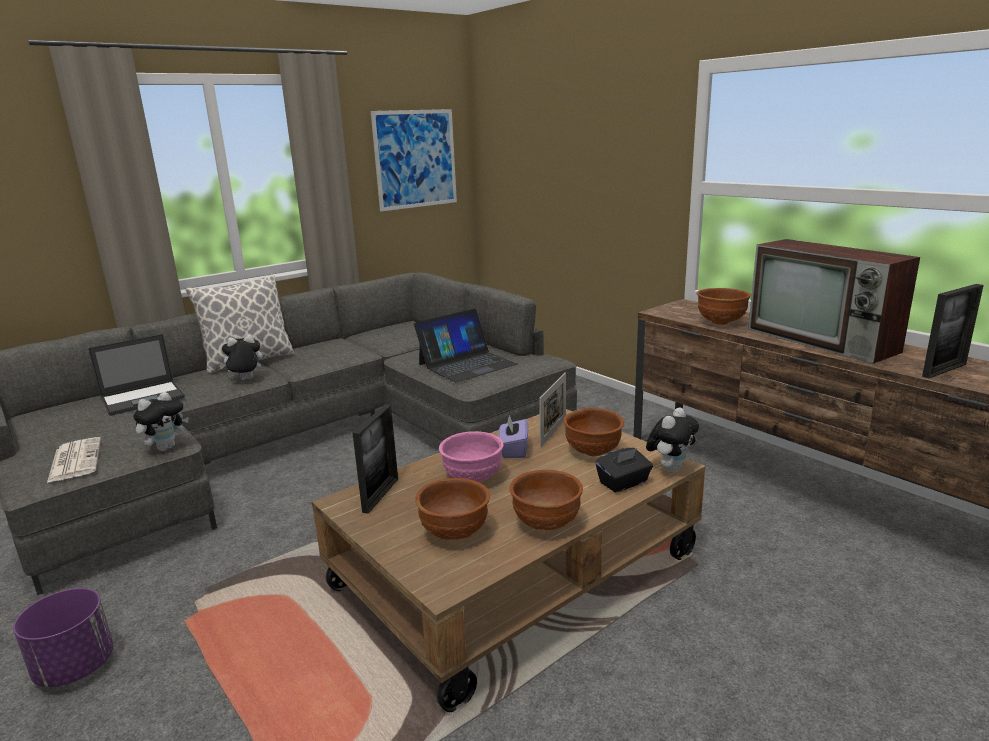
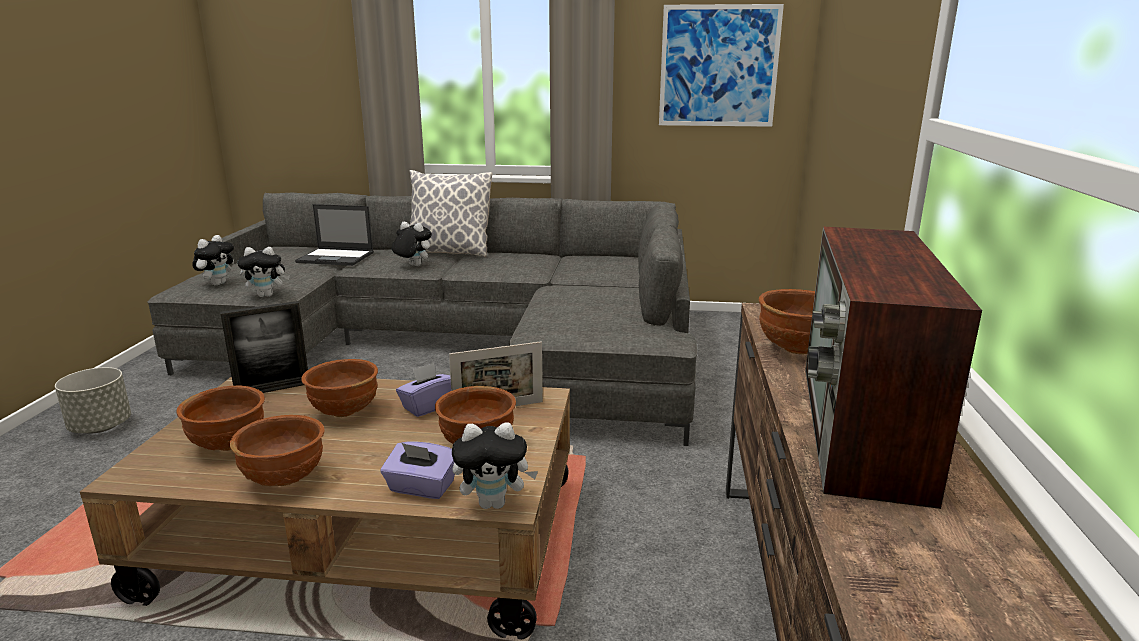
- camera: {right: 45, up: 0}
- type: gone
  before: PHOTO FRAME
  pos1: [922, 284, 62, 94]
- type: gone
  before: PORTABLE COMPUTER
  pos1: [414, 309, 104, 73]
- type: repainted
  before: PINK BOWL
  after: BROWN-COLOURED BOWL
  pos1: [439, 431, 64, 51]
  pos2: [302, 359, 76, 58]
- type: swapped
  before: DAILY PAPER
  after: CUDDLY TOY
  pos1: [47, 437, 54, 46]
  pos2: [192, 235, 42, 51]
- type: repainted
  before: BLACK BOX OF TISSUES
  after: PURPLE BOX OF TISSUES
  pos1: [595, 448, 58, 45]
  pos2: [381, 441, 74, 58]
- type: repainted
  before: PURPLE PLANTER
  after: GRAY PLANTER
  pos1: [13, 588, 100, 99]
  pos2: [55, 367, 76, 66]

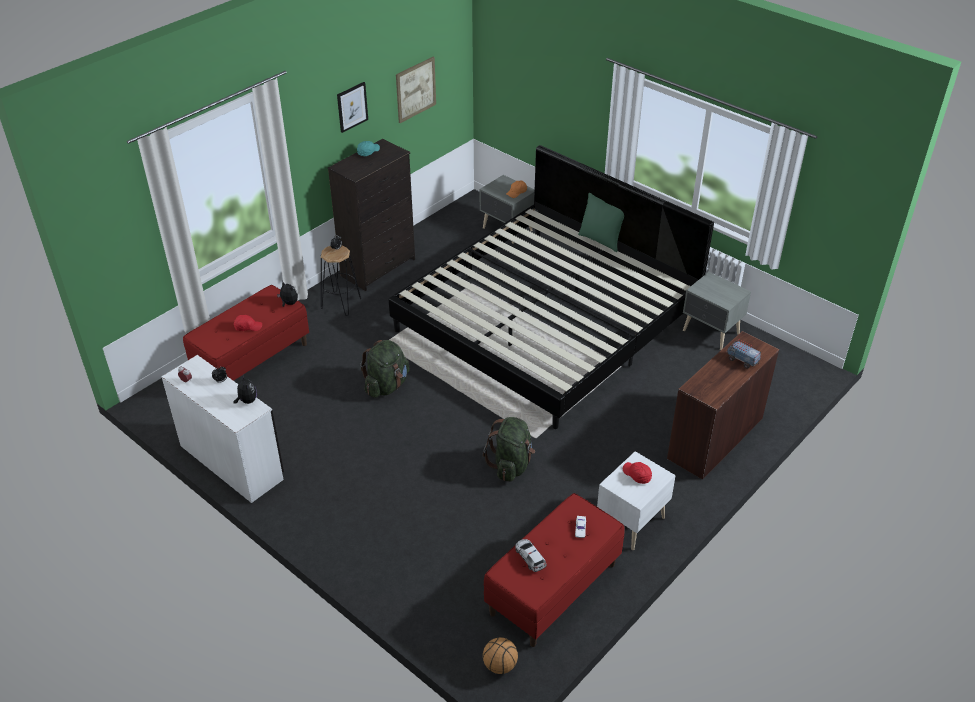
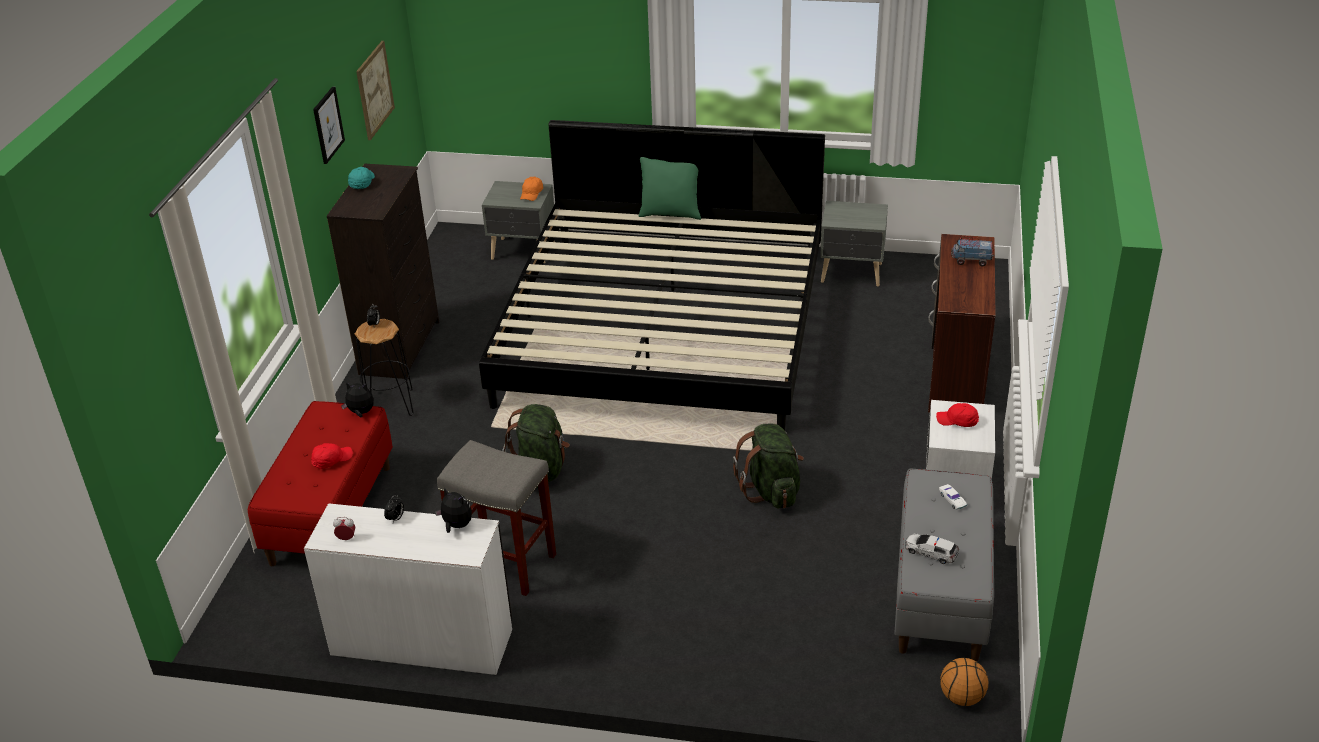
- camera: {right: -30, up: -5}
- type: repainted
  before: RED INDOOR BENCH
  after: GRAY INDOOR BENCH
  pos1: [484, 493, 141, 154]
  pos2: [894, 469, 100, 192]
- type: new
  after: GRAY STOOL
  pos2: [437, 440, 119, 156]

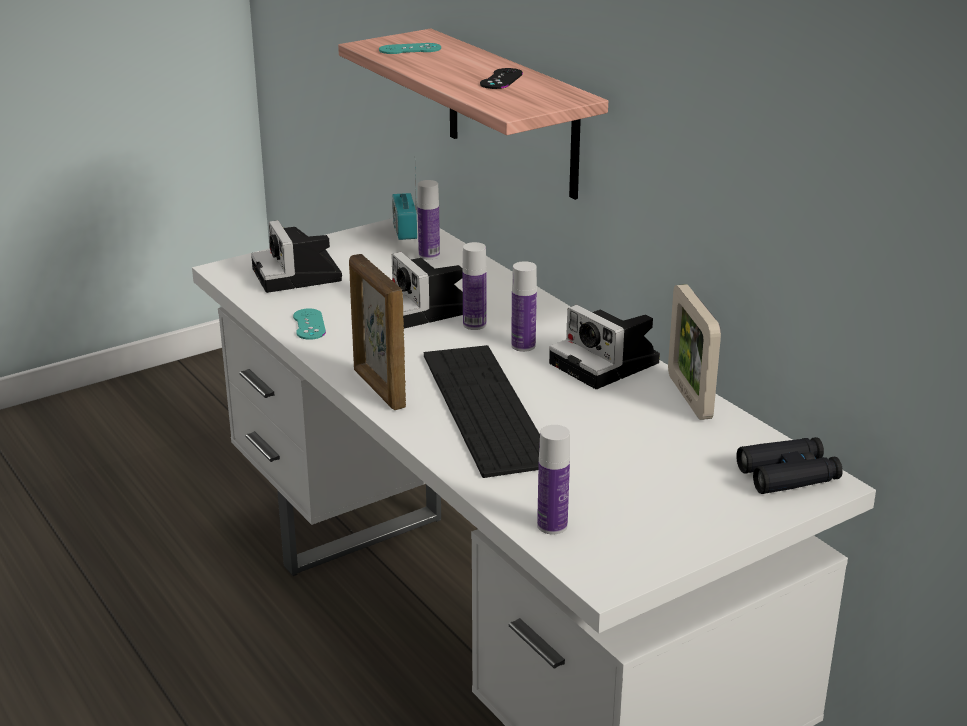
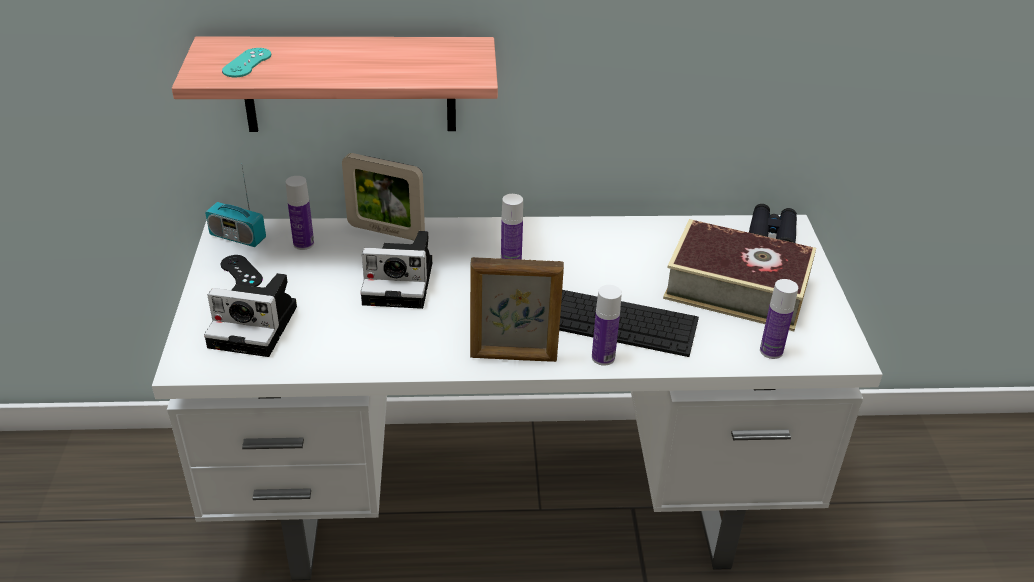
- camera: {right: -60, up: 10}
- type: shifted
  before: BLACK JOYPAD
  pos1: [480, 68, 43, 21]
  pos2: [221, 255, 42, 32]
- type: shifted
  before: DRINK BOTTLE
  pos1: [462, 242, 25, 88]
  pos2: [592, 285, 30, 81]
- type: shifted
  before: PHOTO FRAME
  pos1: [668, 284, 53, 136]
  pos2: [342, 153, 83, 88]
- type: gone
  before: STILL CAMERA
  pos1: [549, 305, 111, 84]
- type: gone
  before: BLUE-GREEN JOYPAD
  pos1: [293, 308, 33, 32]
- type: new
  after: VOLUME
  pos2: [663, 219, 153, 112]

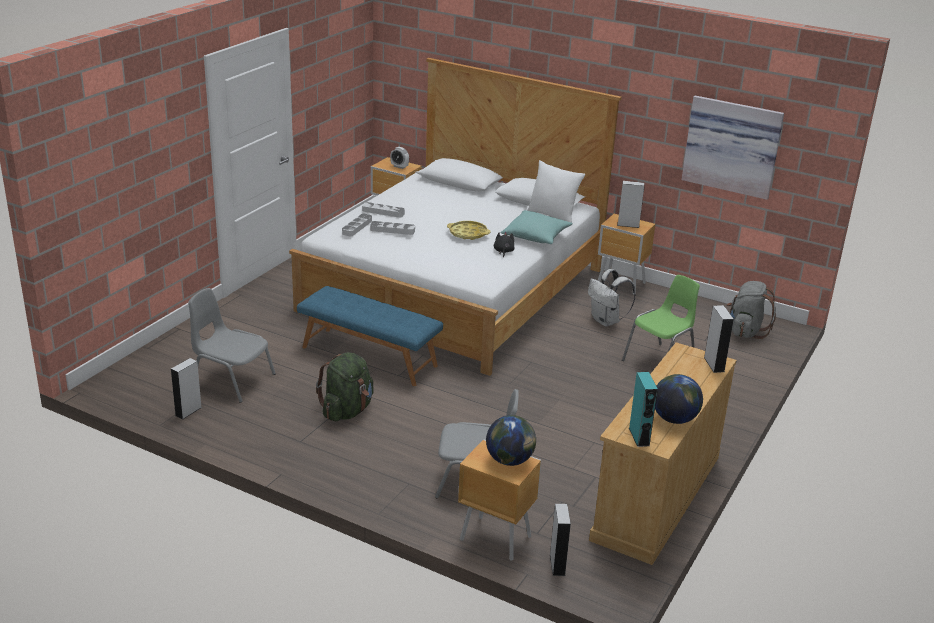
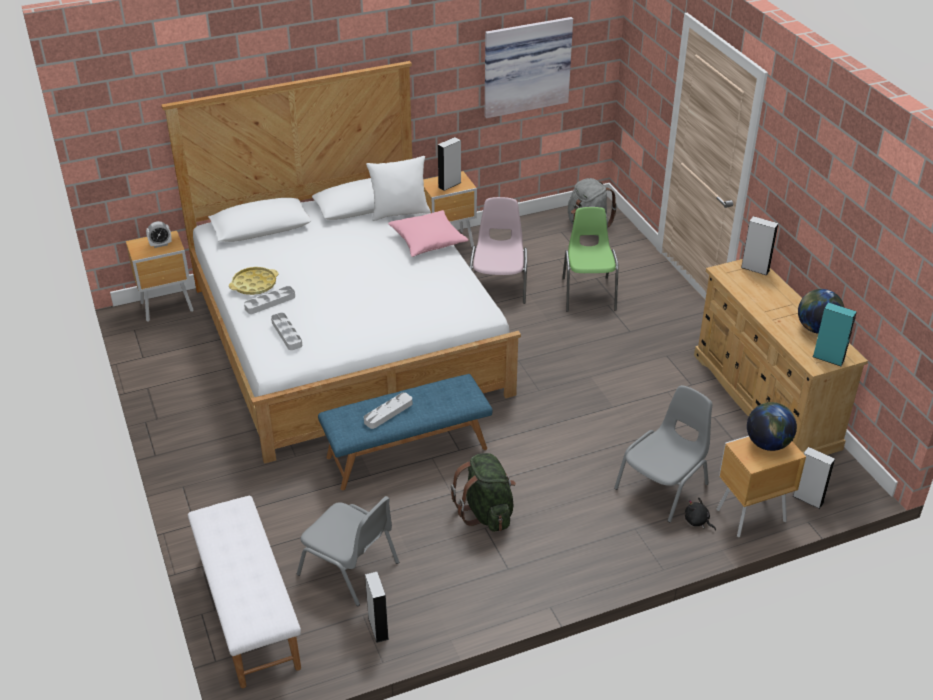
- camera: {right: -50, up: 10}
- type: repainted
  before: BLUE-GREEN THROW PILLOW
  after: PINK THROW PILLOW
  pos1: [500, 210, 73, 34]
  pos2: [388, 210, 80, 47]
- type: shifted
  before: GRAY CARRYING TRAY
  pos1: [370, 221, 45, 14]
  pos2: [364, 392, 48, 37]
- type: shifted
  before: YELLOWISH CARRYING TRAY
  pos1: [447, 221, 44, 19]
  pos2: [229, 267, 50, 28]
- type: shifted
  before: BLACK CUDDLY TOY
  pos1: [494, 232, 21, 26]
  pos2: [685, 497, 31, 34]
- type: swapped
  before: WHITE KNAPSACK
  after: PINK UPRIGHT CHAIR
  pos1: [588, 269, 47, 57]
  pos2: [470, 197, 57, 107]
- type: rotated
  before: GRAY UPRIGHT CHAIR
  pos1: [188, 288, 88, 115]
  pos2: [297, 496, 102, 110]
  turn: -120
- type: new
  after: WHITE INDOOR BENCH
  pos2: [188, 496, 113, 192]

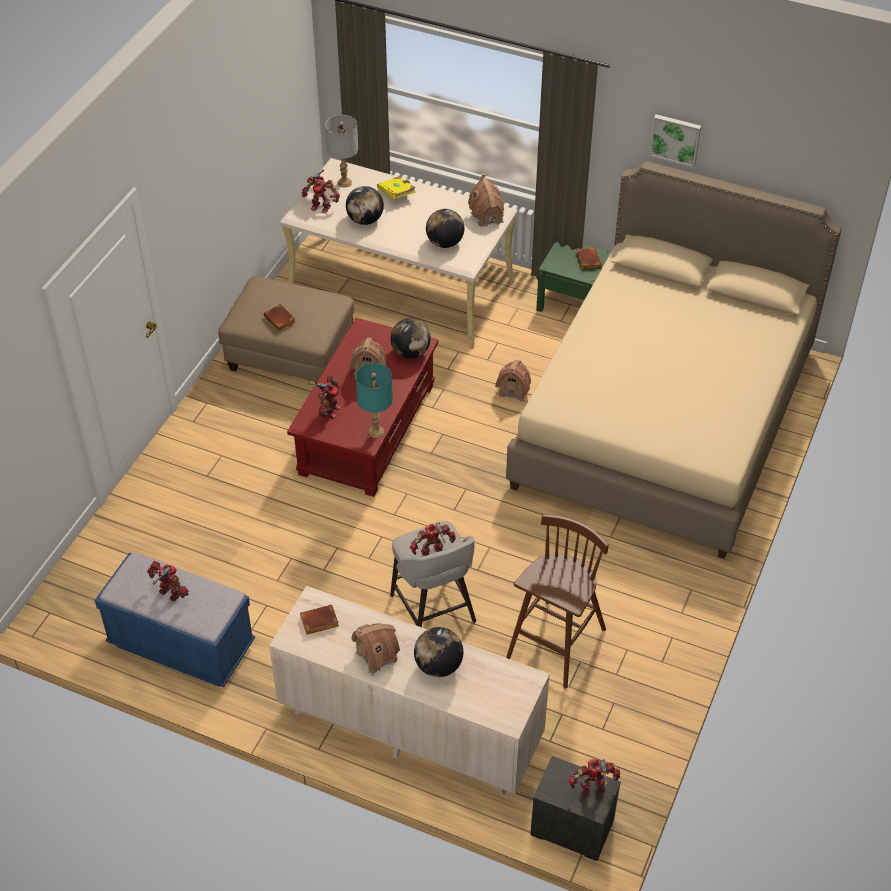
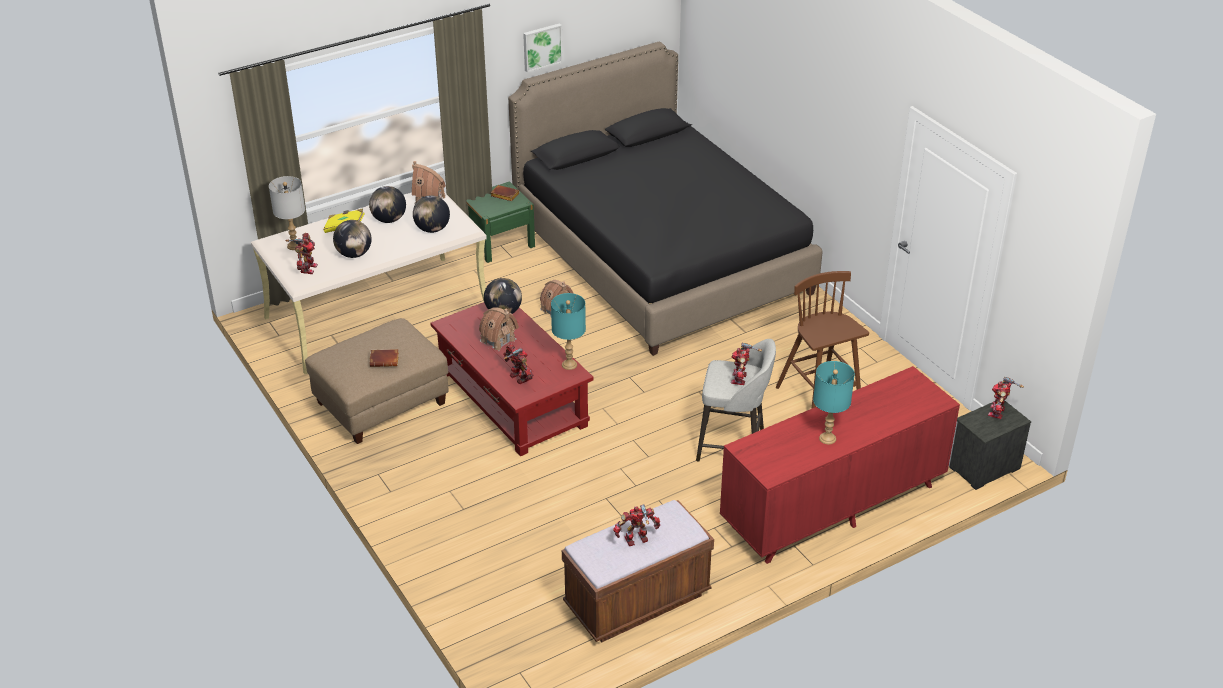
- camera: {right: -55, up: -10}
- type: repainted
  before: SAND-COLOURED SLEEPING BED
  after: BLACK SLEEPING BED
  pos1: [506, 161, 336, 398]
  pos2: [508, 42, 315, 314]
- type: rotated
  before: MODEL ROBOT
  pos1: [302, 169, 38, 44]
  pos2: [285, 233, 33, 41]
  turn: -45
- type: repainted
  before: BLUE-COLOURED INDOOR BENCH
  after: BROWN-COLOURED INDOOR BENCH
  pos1: [95, 552, 160, 135]
  pos2: [562, 500, 152, 142]
- type: repainted
  before: SAND-COLOURED DRESSER
  after: RED DRESSER
  pos1: [269, 586, 281, 209]
  pos2: [720, 366, 240, 198]
- type: gone
  before: BROWN-COLOURED VOLUME
  pos1: [300, 605, 39, 30]
- type: swapped
  before: TOY HOUSE
  after: BLUE-GREEN TABLE LAMP
  pos1: [352, 623, 48, 53]
  pos2: [813, 361, 42, 83]
- type: shifted
  before: DESK GLOBE
  pos1: [414, 627, 49, 50]
  pos2: [369, 186, 37, 37]

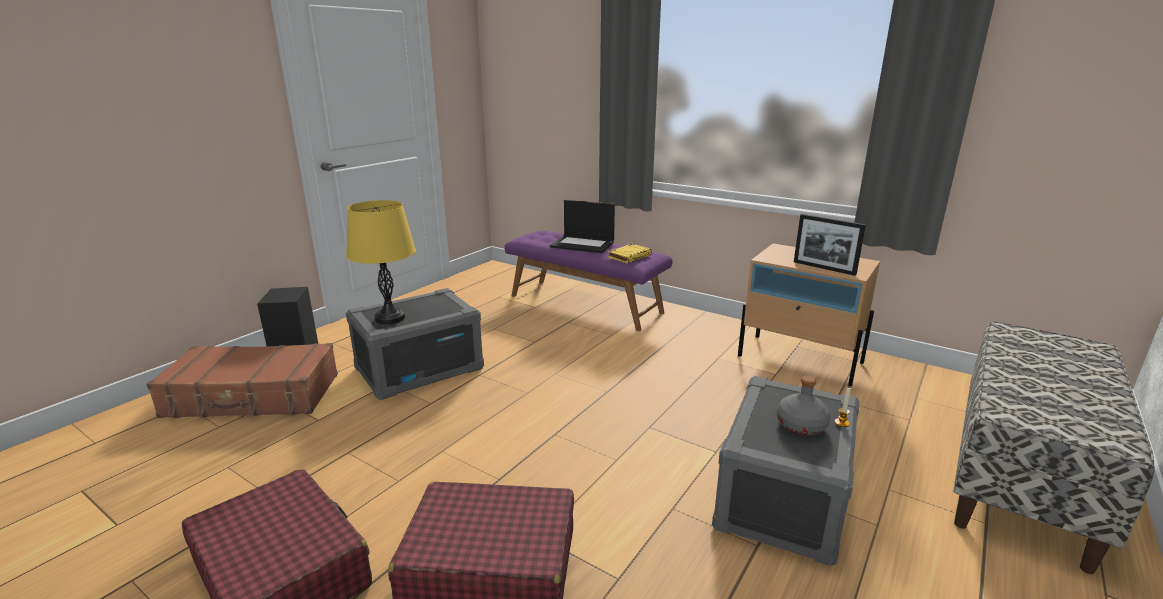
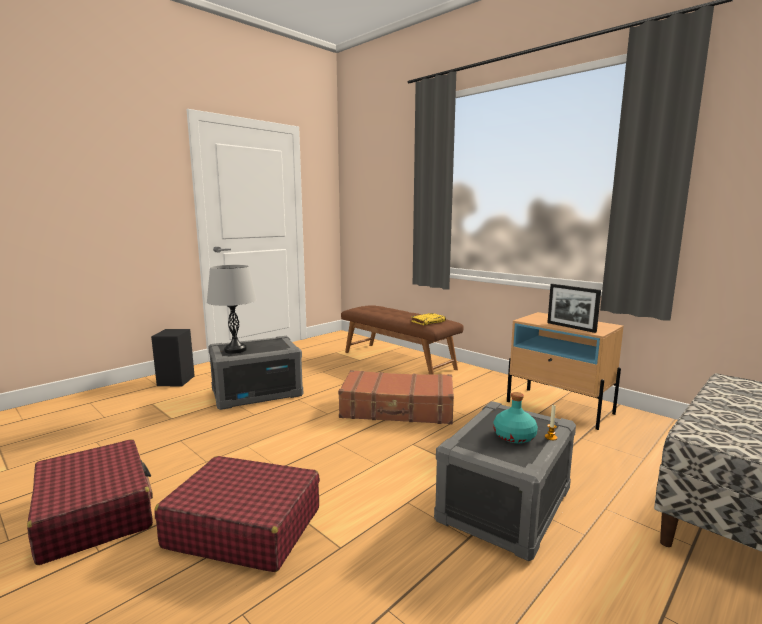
- camera: {right: 10, up: -10}
- type: repainted
  before: YELLOWISH TABLE LAMP
  after: GRAY TABLE LAMP
  pos1: [346, 200, 70, 124]
  pos2: [207, 265, 50, 89]
- type: gone
  before: PORTABLE COMPUTER
  pos1: [550, 200, 65, 53]
- type: repainted
  before: PURPLE INDOOR BENCH
  after: BROWN-COLOURED INDOOR BENCH
  pos1: [504, 231, 168, 100]
  pos2: [341, 305, 123, 69]
- type: shifted
  before: BROWN-COLOURED TRAVEL CASE
  pos1: [146, 343, 192, 75]
  pos2: [338, 370, 116, 54]
- type: repainted
  before: GRAY DRINK BOTTLE
  after: BLUE-GREEN DRINK BOTTLE
  pos1: [777, 376, 53, 59]
  pos2: [493, 392, 45, 51]

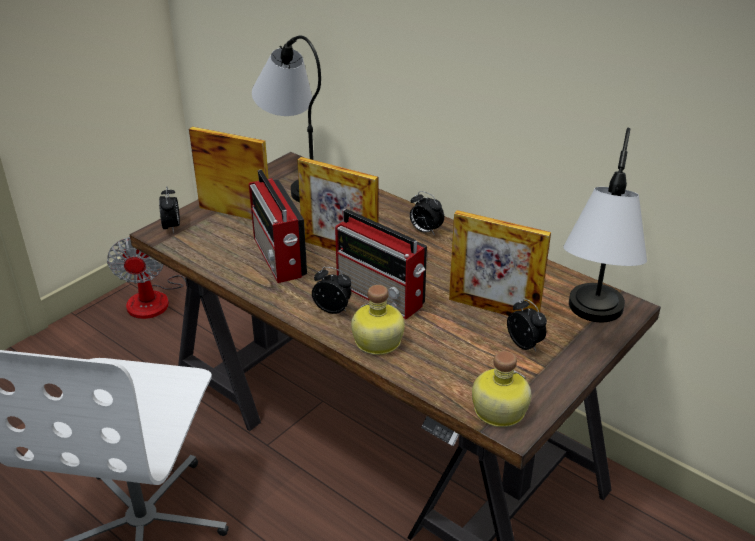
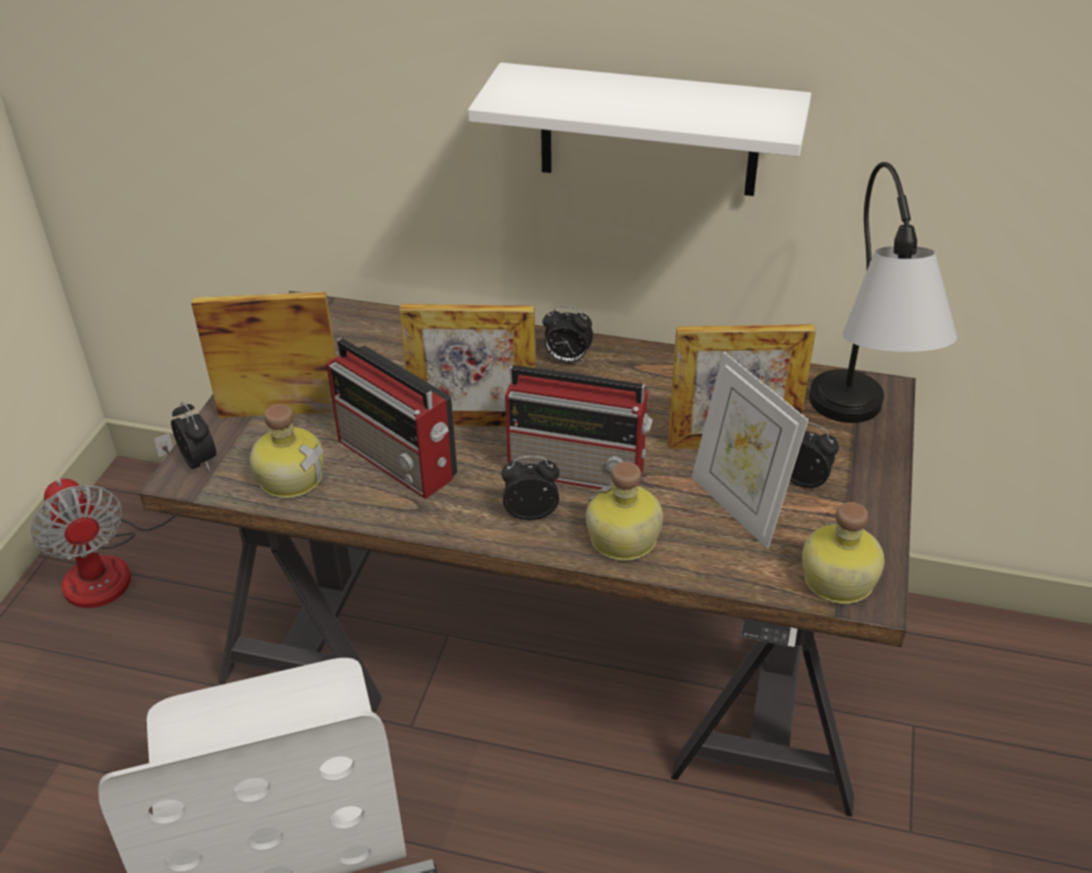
- camera: {right: -25, up: 5}
- type: gone
  before: TABLE LAMP
  pos1: [252, 36, 69, 167]
- type: new
  after: WHITE WALL SHELF
  pos2: [468, 63, 343, 133]
- type: new
  after: PHOTO FRAME
  pos2: [692, 352, 117, 197]
- type: new
  after: DRINK BOTTLE
  pos2: [250, 404, 74, 94]

